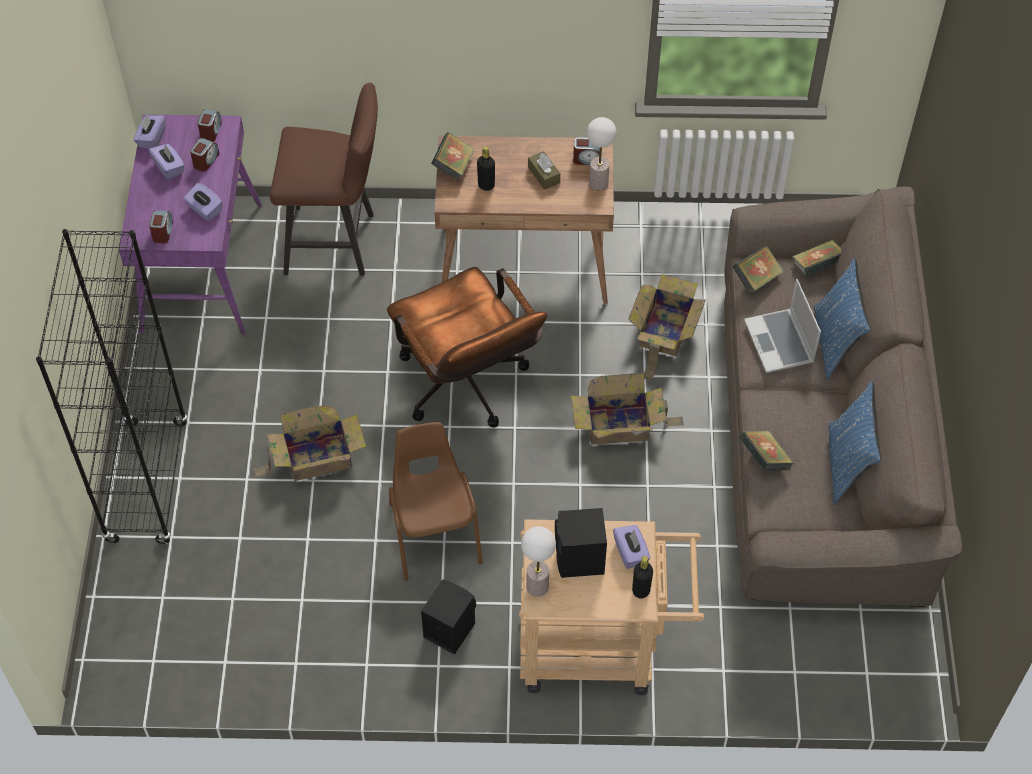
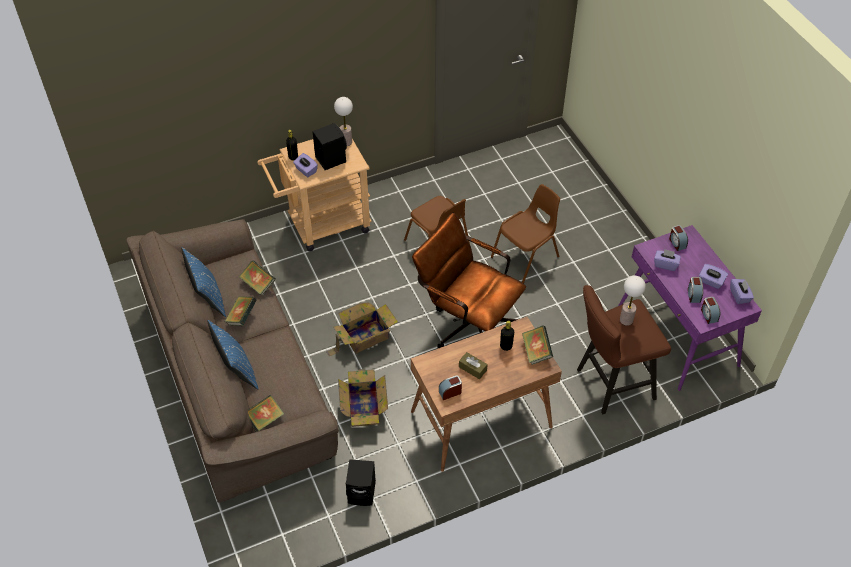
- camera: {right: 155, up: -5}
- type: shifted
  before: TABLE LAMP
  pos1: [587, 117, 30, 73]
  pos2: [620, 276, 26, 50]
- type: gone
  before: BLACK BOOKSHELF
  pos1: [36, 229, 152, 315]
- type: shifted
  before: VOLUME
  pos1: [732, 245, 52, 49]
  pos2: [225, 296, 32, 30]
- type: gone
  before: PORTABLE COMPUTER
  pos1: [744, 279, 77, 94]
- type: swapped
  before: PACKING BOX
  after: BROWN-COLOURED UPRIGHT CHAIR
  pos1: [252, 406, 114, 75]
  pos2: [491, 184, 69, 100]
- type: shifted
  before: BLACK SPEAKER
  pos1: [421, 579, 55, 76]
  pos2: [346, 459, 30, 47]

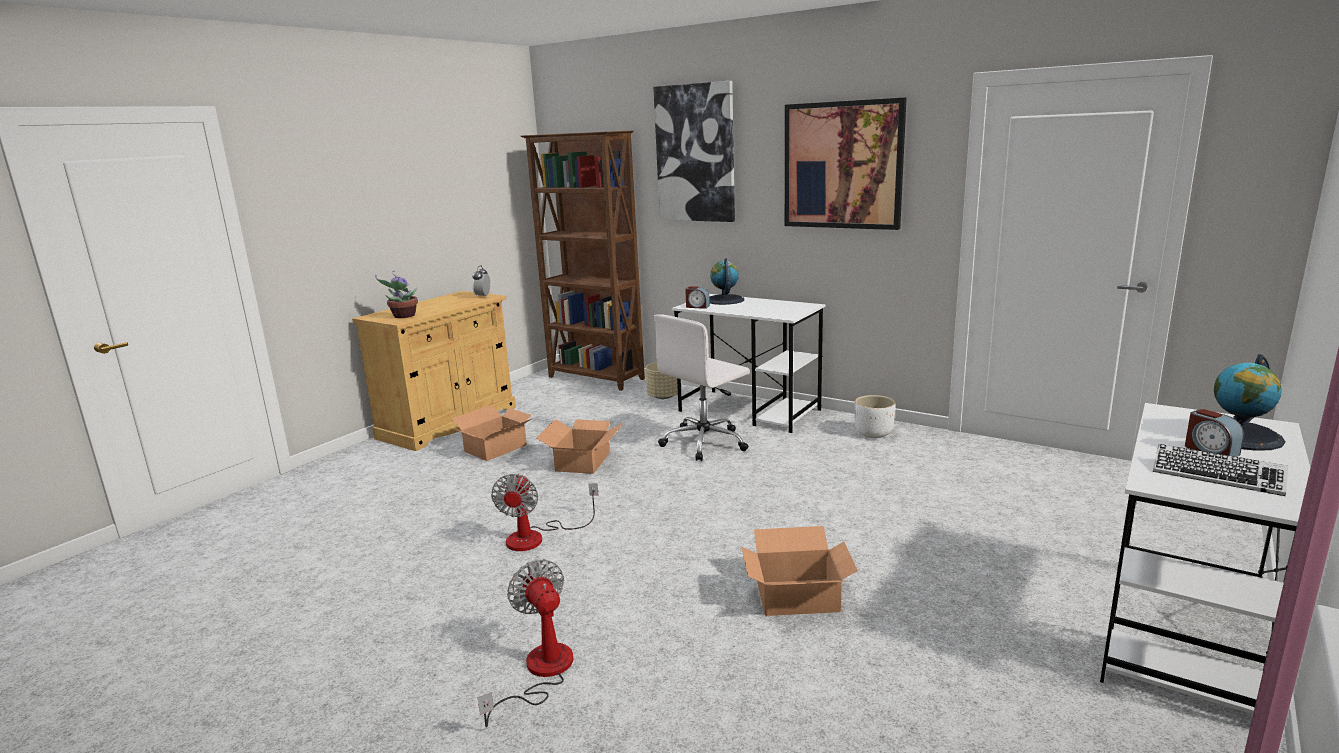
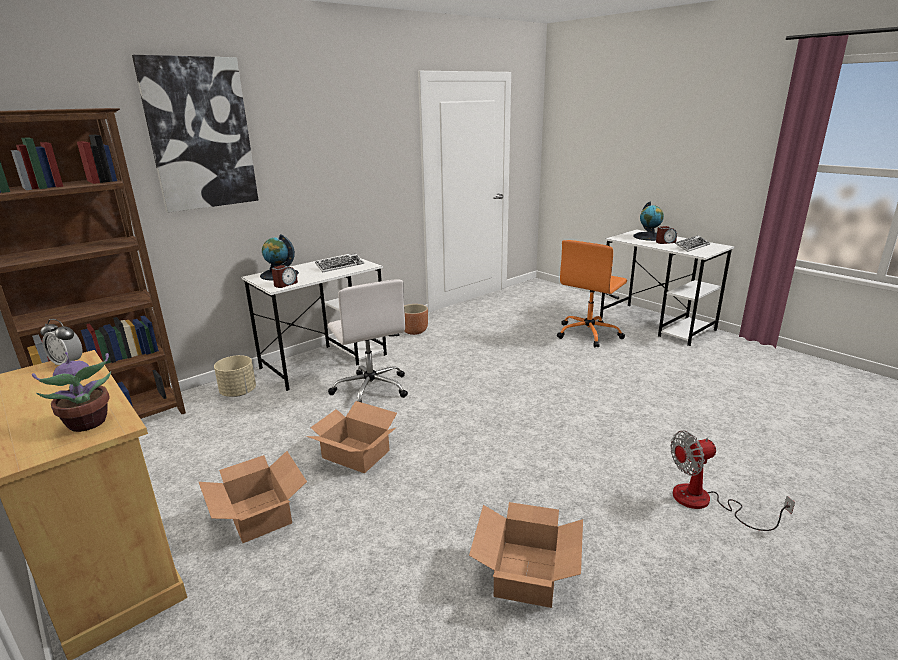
- camera: {right: -75, up: 5}
- type: gone
  before: WALL ART
  pos1: [785, 98, 122, 132]
- type: repainted
  before: WHITE PLANTER
  after: BROWN-COLOURED PLANTER
  pos1: [854, 395, 42, 43]
  pos2: [404, 304, 24, 31]
- type: gone
  before: FAN
  pos1: [491, 473, 107, 78]
- type: shifted
  before: PACKING BOX
  pos1: [742, 526, 116, 90]
  pos2: [469, 502, 114, 106]
- type: new
  after: ORANGE-COLOURED DESK CHAIR
  pos2: [557, 240, 70, 108]
- type: new
  after: PC KEYBOARD
  pos2: [315, 254, 49, 18]

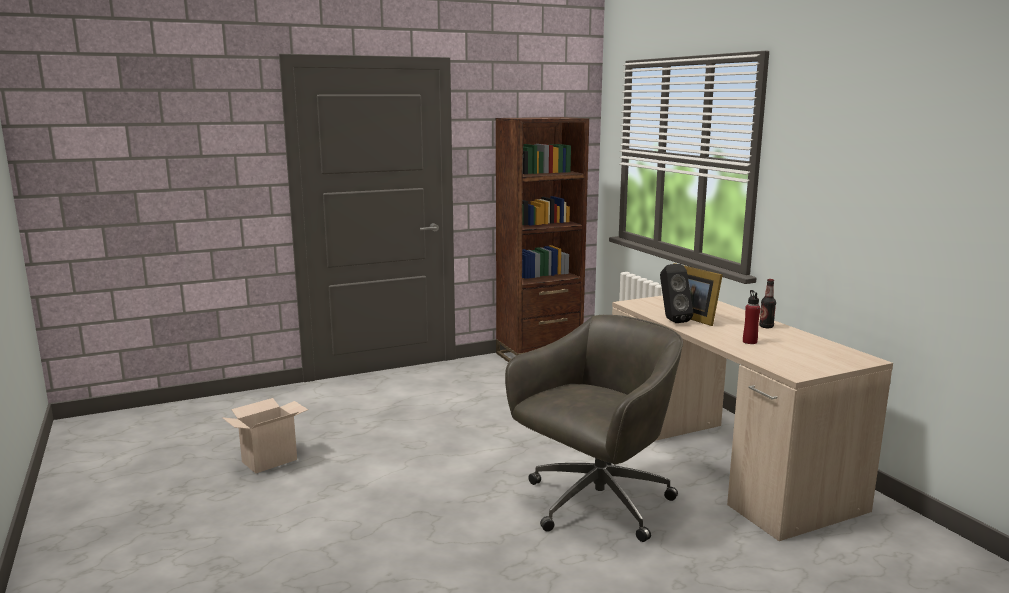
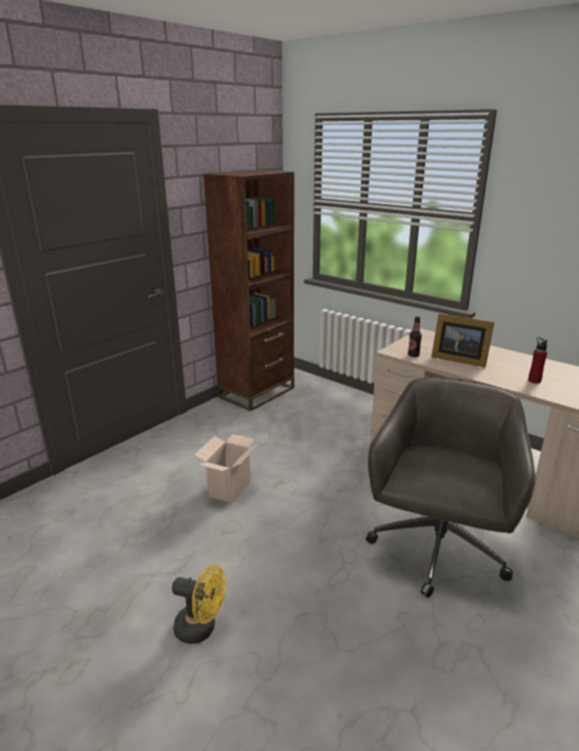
- camera: {right: -25, up: 10}
- type: gone
  before: BLACK SPEAKER
  pos1: [660, 264, 33, 59]
- type: shifted
  before: DRINK BOTTLE
  pos1: [759, 279, 17, 49]
  pos2: [408, 316, 14, 41]
- type: shifted
  before: PACKING BOX
  pos1: [222, 398, 86, 76]
  pos2: [195, 434, 64, 69]
- type: new
  after: YELLOWISH FAN
  pos2: [172, 564, 54, 80]

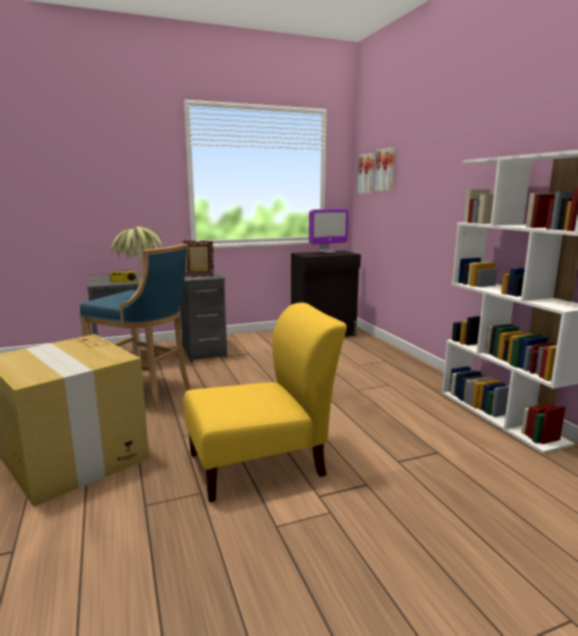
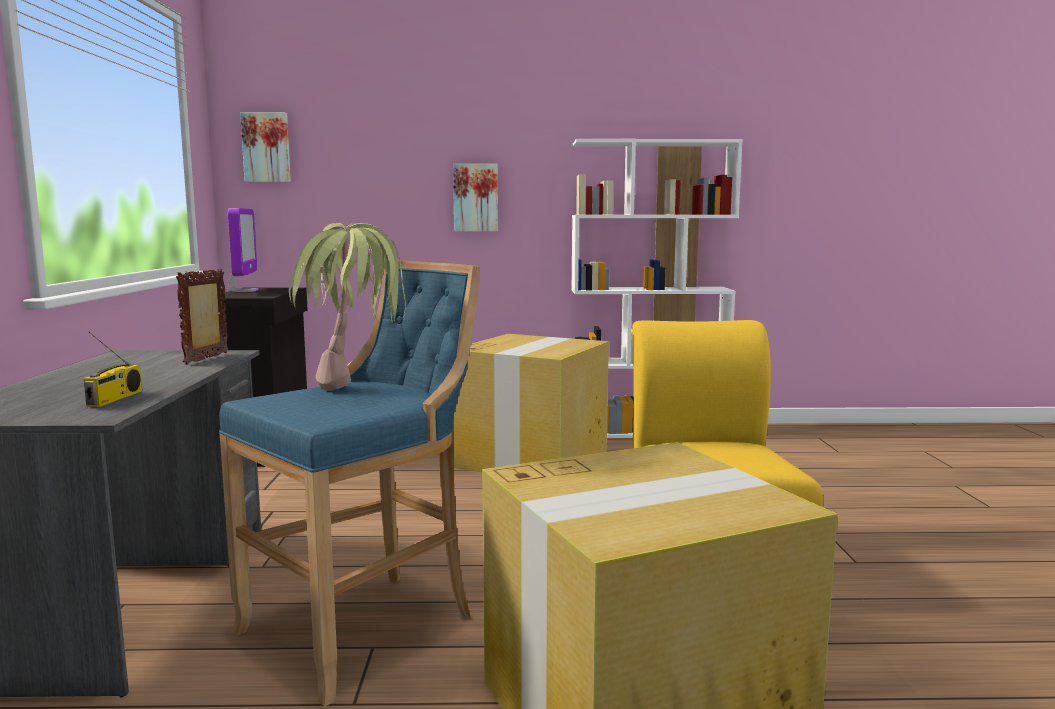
- camera: {right: -70, up: -5}
- type: shifted
  before: WALL ART
  pos1: [375, 147, 20, 44]
  pos2: [453, 164, 45, 67]
- type: new
  after: PACKING BOX
  pos2: [453, 334, 156, 139]

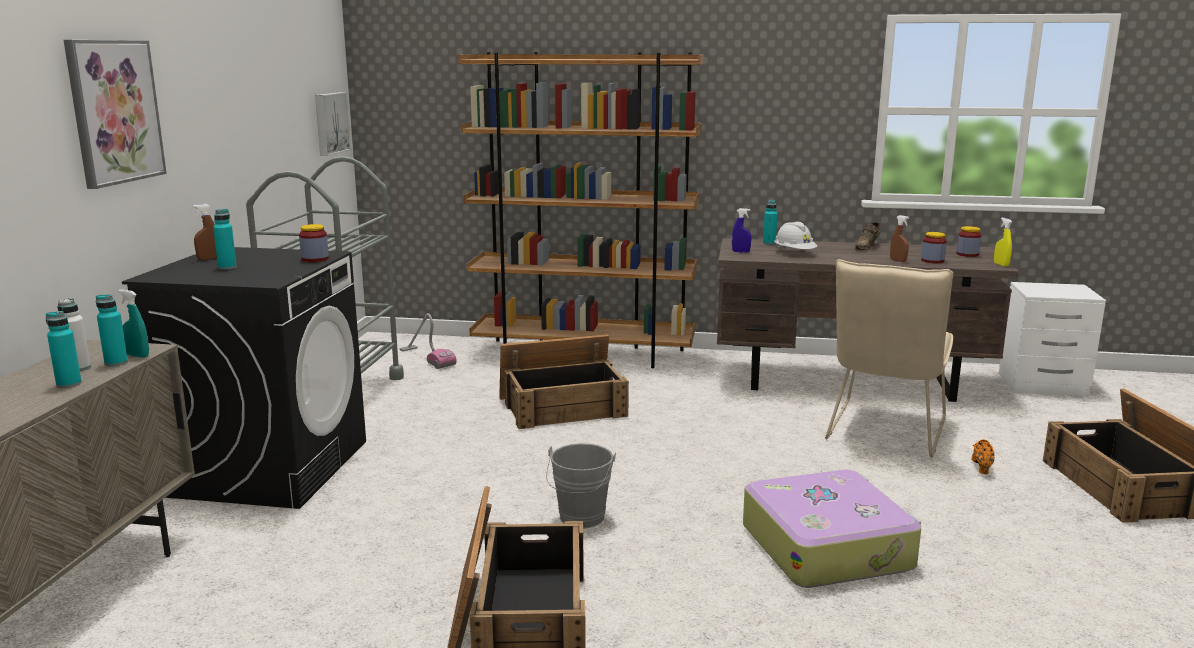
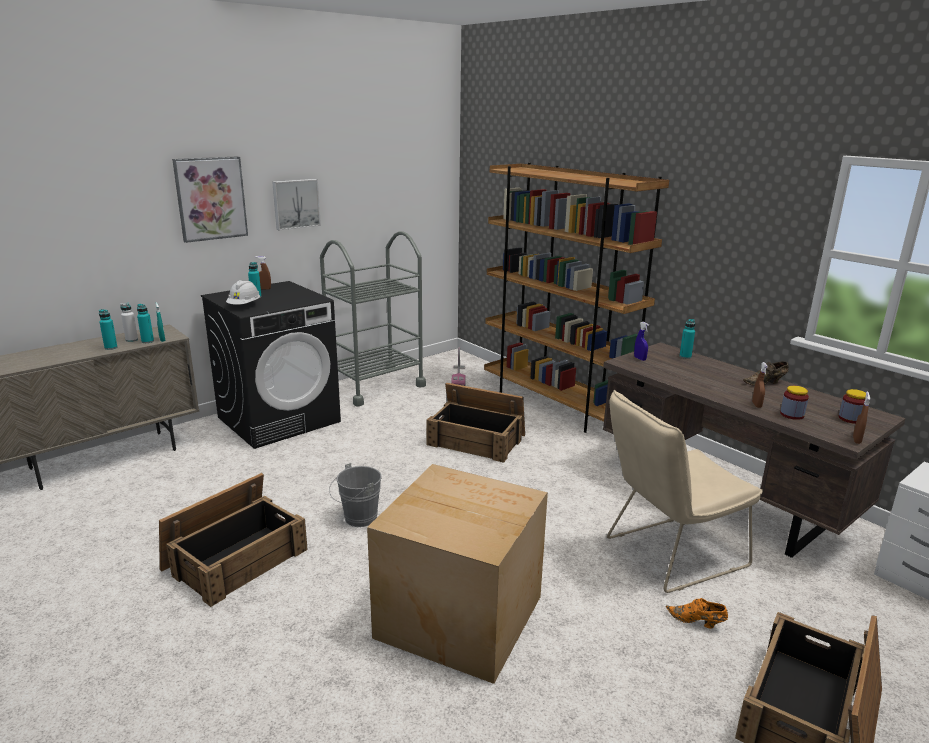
- camera: {right: 40, up: 5}
- type: shifted
  before: WALL ART
  pos1: [315, 92, 37, 64]
  pos2: [272, 179, 49, 51]
- type: repainted
  before: YELLOWISH SPRAYER
  after: BROWN-COLOURED SPRAYER
  pos1: [994, 218, 18, 48]
  pos2: [853, 392, 17, 52]
- type: shifted
  before: WHITE WORK HELMET
  pos1: [774, 222, 43, 27]
  pos2: [226, 280, 34, 25]
- type: gone
  before: JAR
  pos1: [299, 224, 30, 38]
- type: rotated
  before: ORANGE-COLOURED SHOE
  pos1: [971, 439, 23, 35]
  pos2: [666, 598, 62, 31]
  turn: -120
- type: swapped
  before: TRAVEL CASE
  after: PACKING BOX
  pos1: [743, 469, 178, 119]
  pos2: [367, 464, 181, 220]

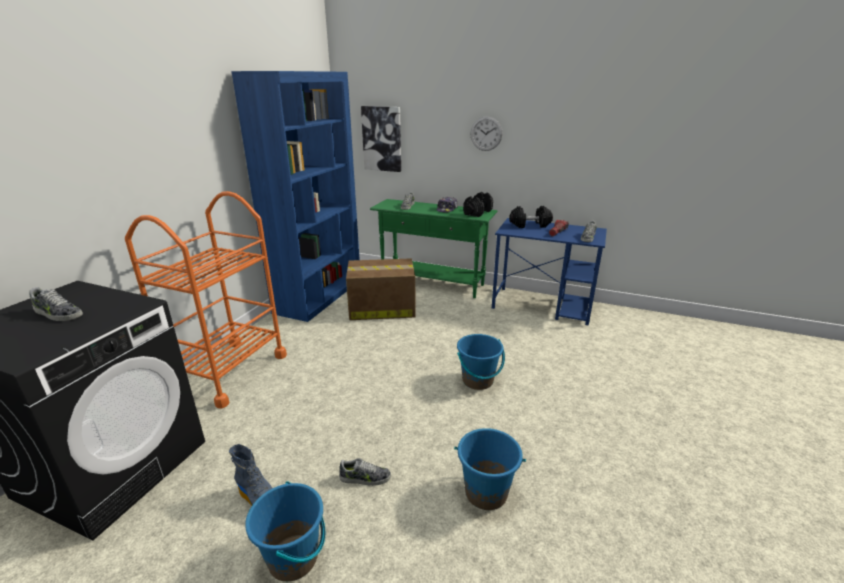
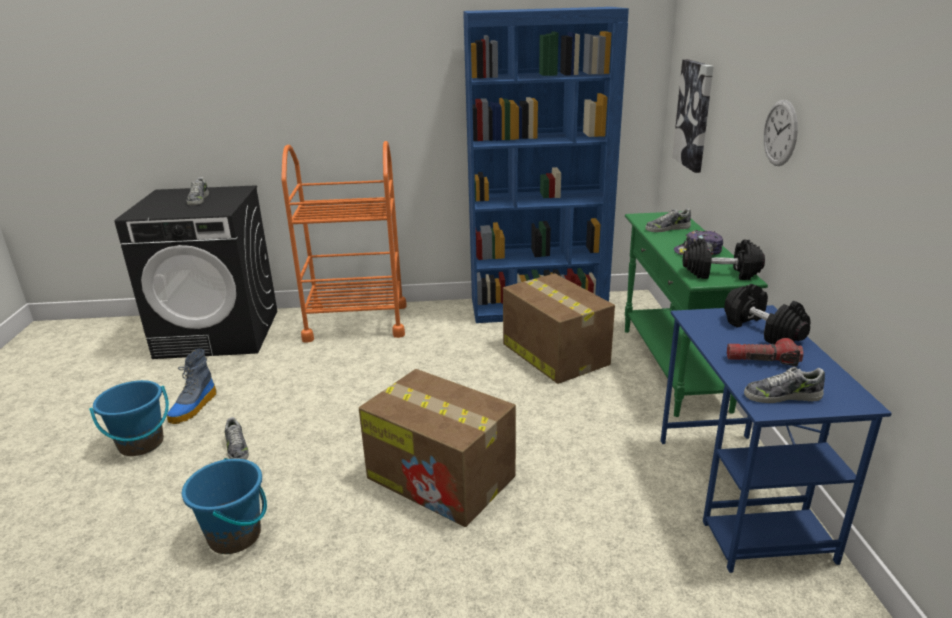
- camera: {right: 65, up: 0}
- type: swapped
  before: BLUE-COLOURED BUCKET
  after: PACKING BOX
  pos1: [457, 334, 48, 56]
  pos2: [359, 369, 157, 158]

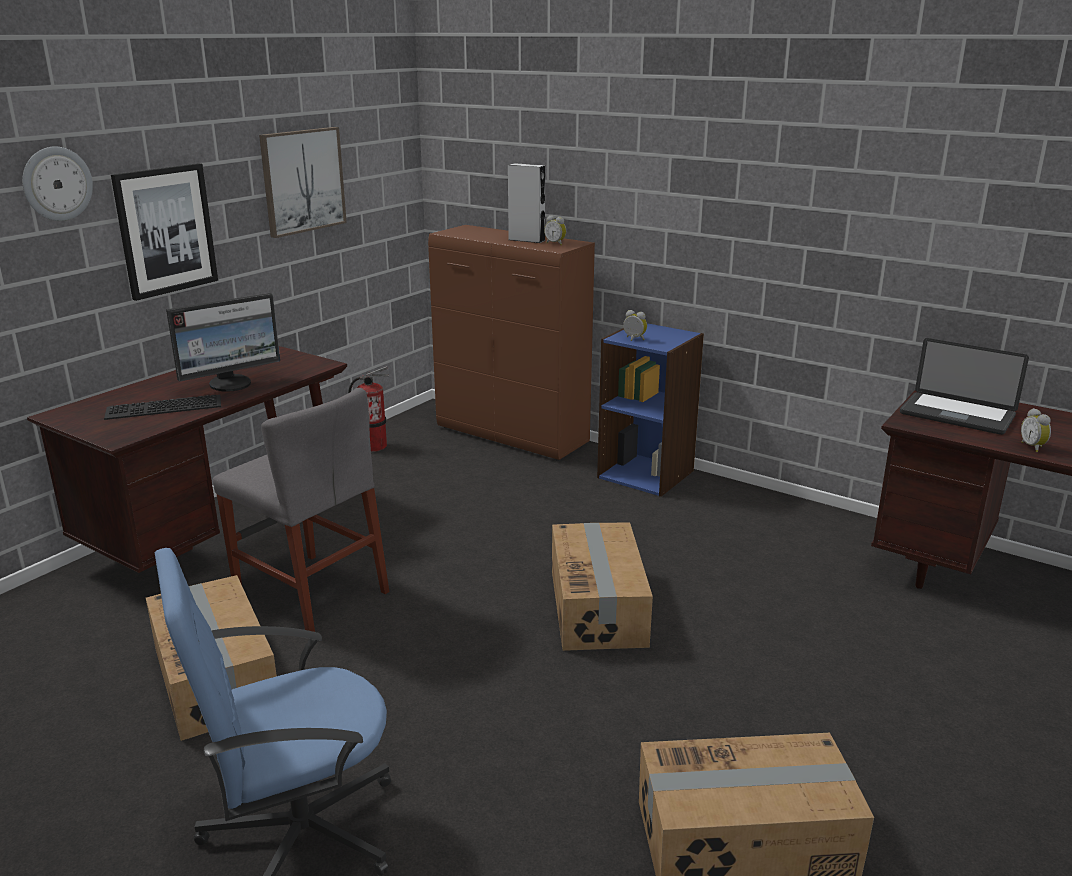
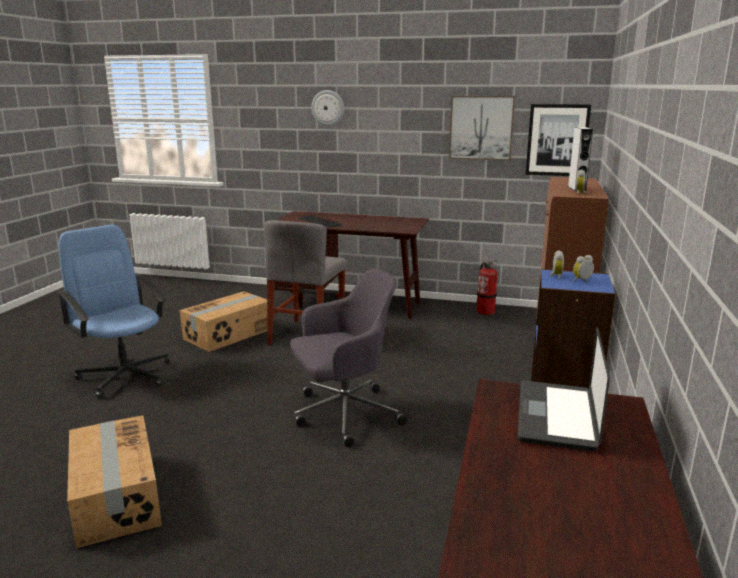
- camera: {right: 70, up: -5}
- type: shifted
  before: WALL ART
  pos1: [111, 163, 107, 138]
  pos2: [525, 104, 66, 72]
- type: gone
  before: MONITOR
  pos1: [166, 293, 114, 99]
- type: shifted
  before: BEDSIDE CLOCK
  pos1: [1021, 408, 30, 44]
  pos2: [573, 255, 21, 27]
- type: swapped
  before: PACKING BOX
  after: GRAY DESK CHAIR
  pos1: [552, 522, 101, 129]
  pos2: [290, 268, 117, 179]

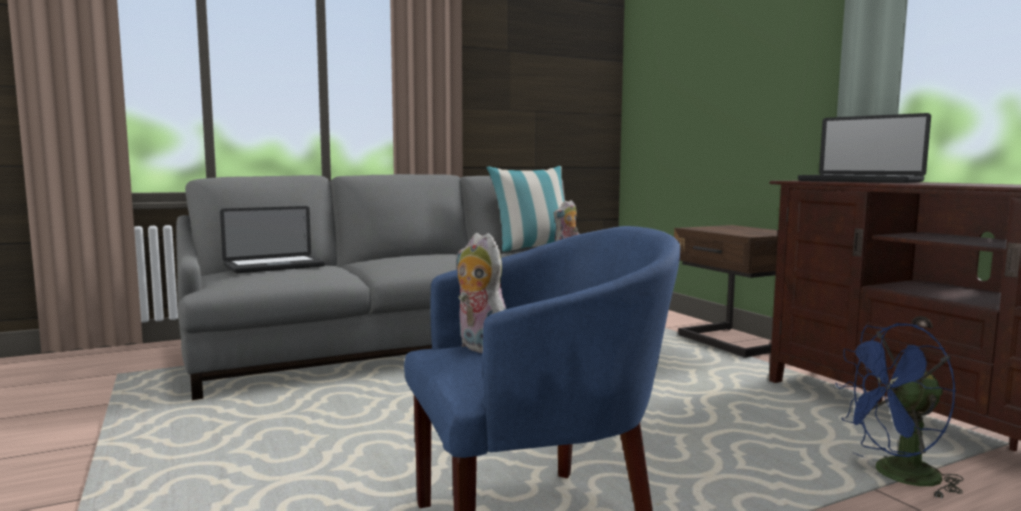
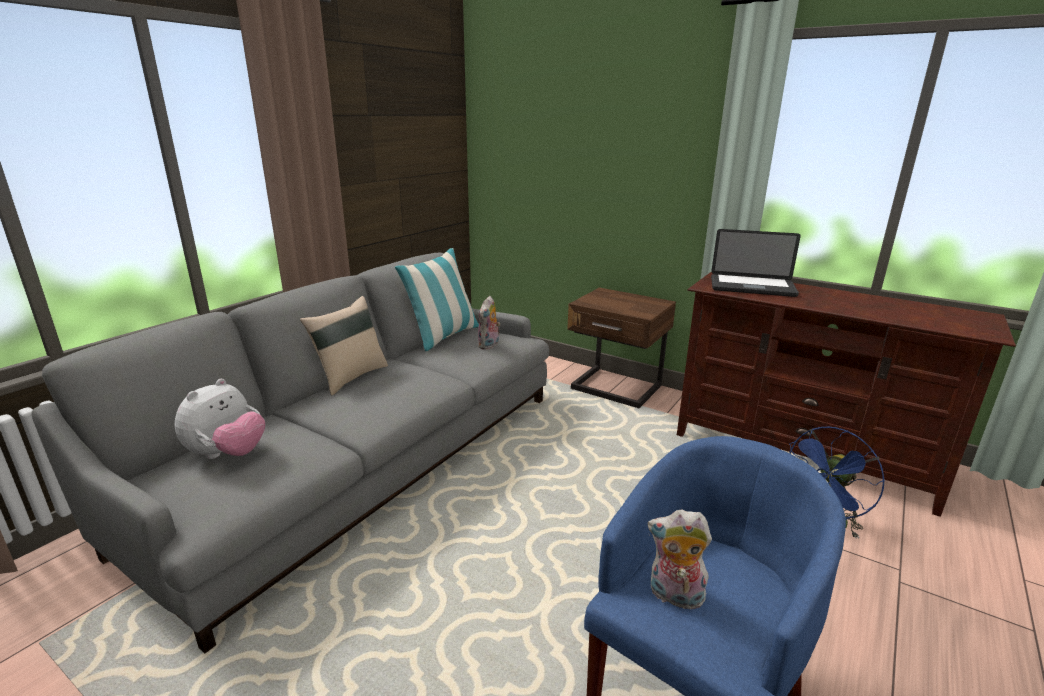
- camera: {right: -30, up: 15}
- type: swapped
  before: PORTABLE COMPUTER
  after: CUDDLY TOY
  pos1: [220, 206, 106, 67]
  pos2: [175, 379, 90, 80]
- type: new
  after: SAND-COLOURED THROW PILLOW
  pos2: [300, 296, 88, 100]

